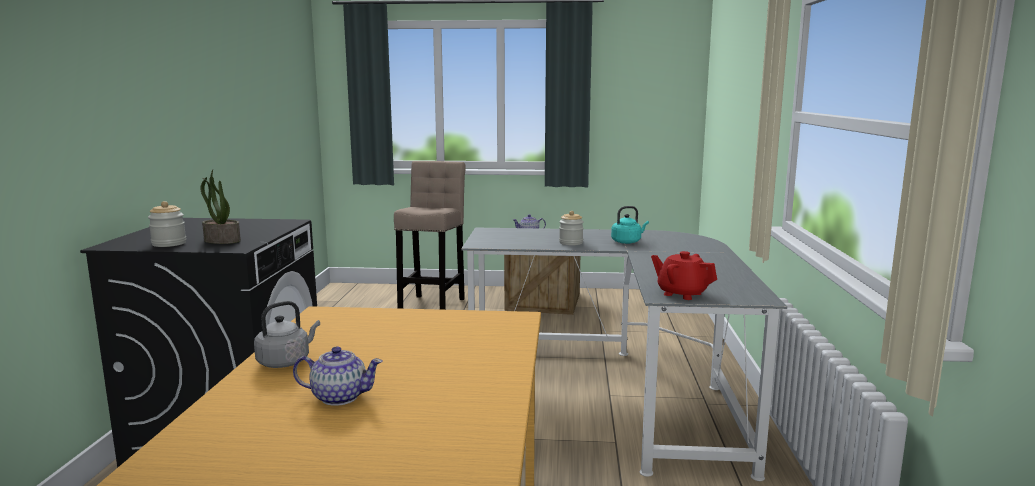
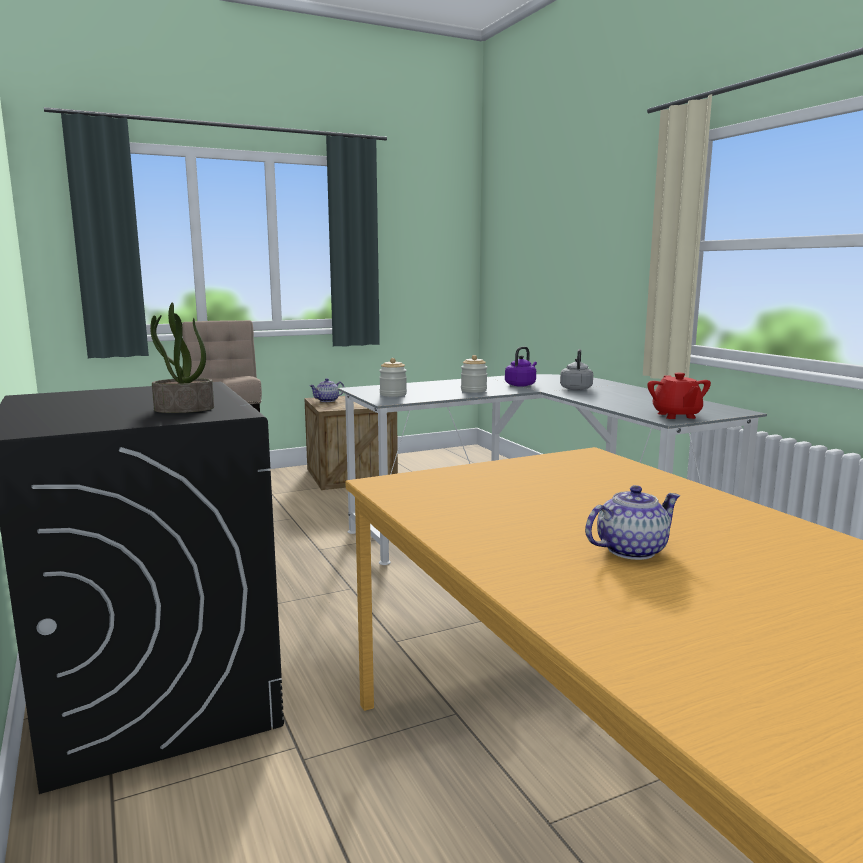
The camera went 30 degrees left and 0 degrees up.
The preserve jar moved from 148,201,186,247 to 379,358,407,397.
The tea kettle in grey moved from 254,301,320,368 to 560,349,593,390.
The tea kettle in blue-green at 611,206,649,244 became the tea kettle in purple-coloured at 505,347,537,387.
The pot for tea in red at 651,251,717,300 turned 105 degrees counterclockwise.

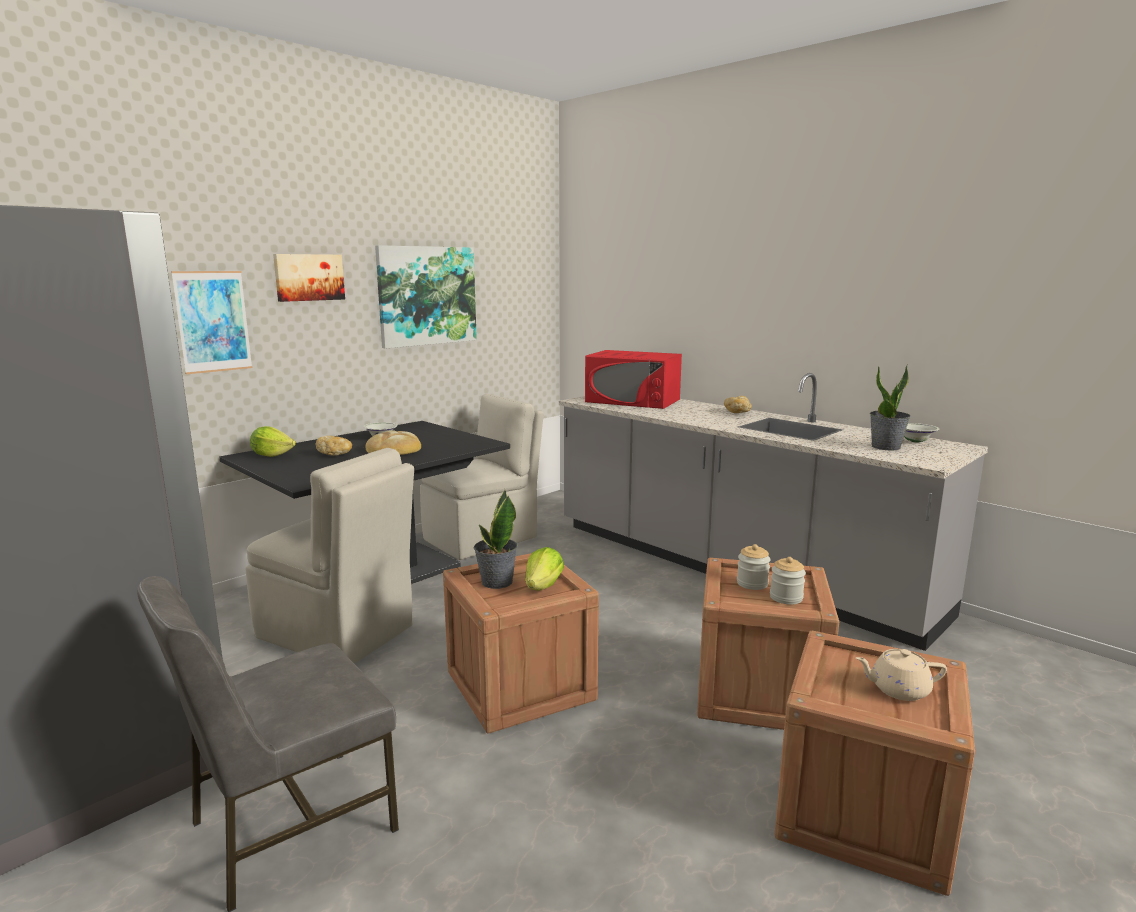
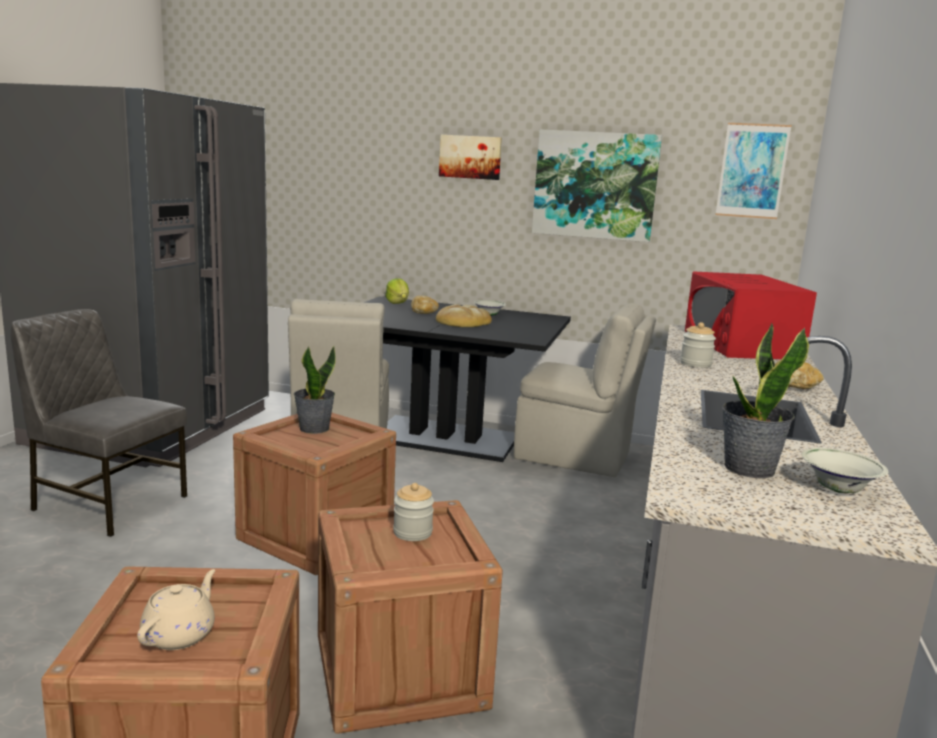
The camera went 60 degrees right and 0 degrees up.
The lettuce at 525,547,564,590 disappeared.
The wall picture moved from 171,271,253,374 to 715,123,792,219.
The preserve jar moved from 770,557,806,605 to 680,322,716,368.
The pot for tea in sand-coloured at 856,649,947,701 turned 45 degrees clockwise.

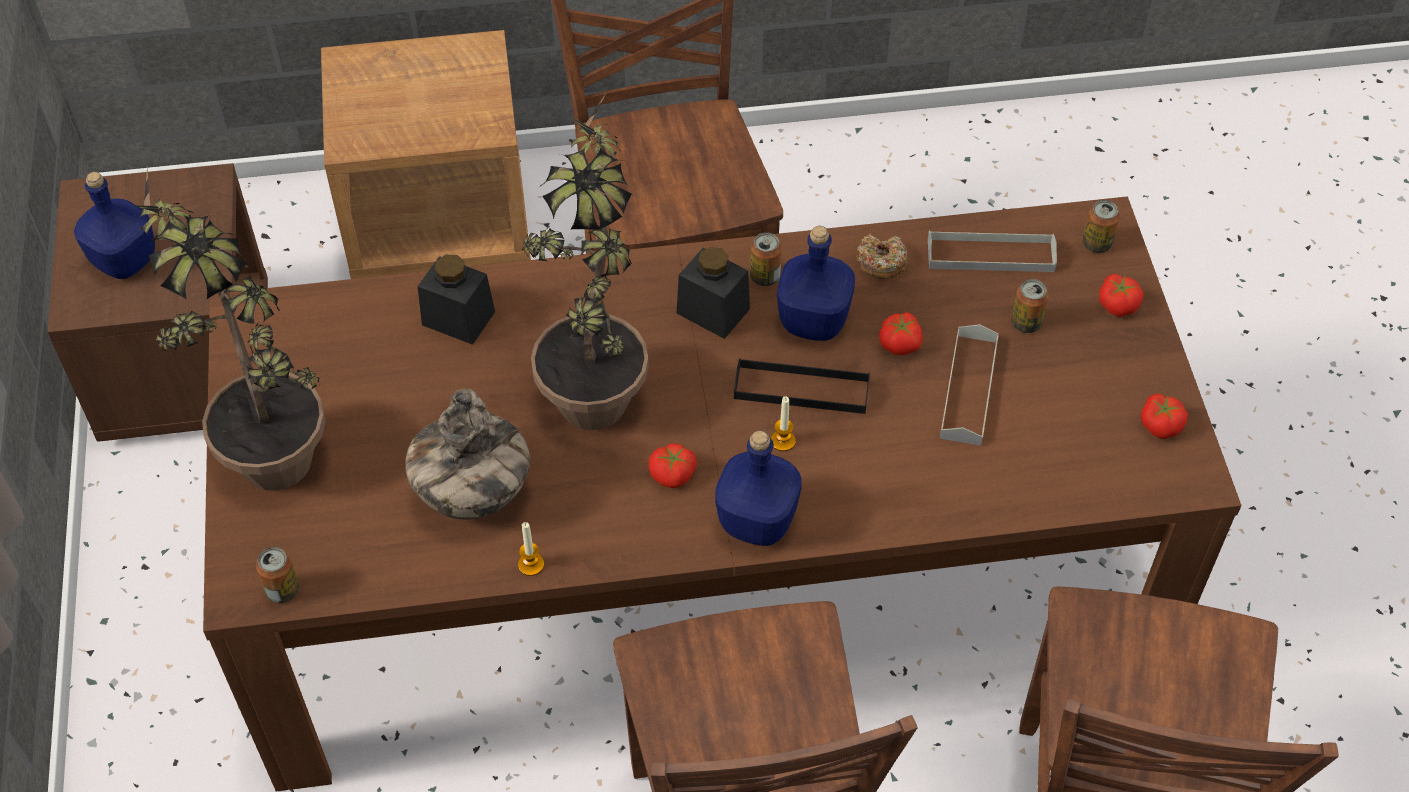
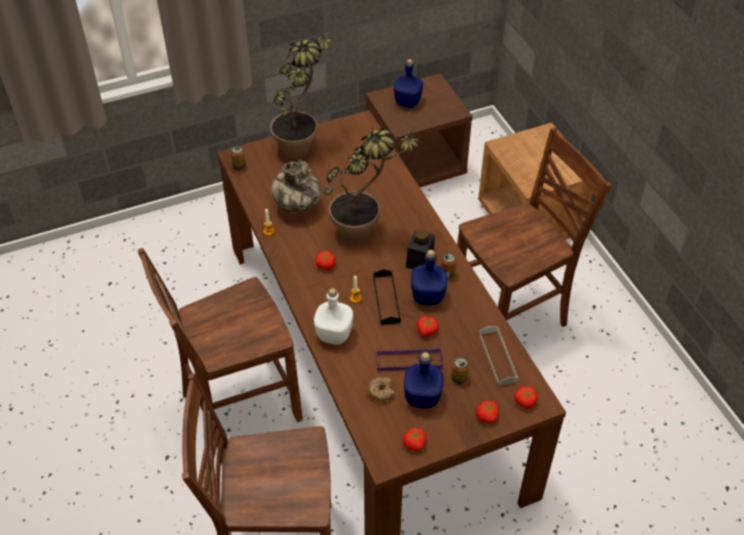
The camera went 75 degrees right and 5 degrees down.
The preserve jar in blackish at 417,255,495,345 disappeared.
The bottle in whitish at 314,288,353,345 appeared.
The bottle in blue moved from 715,431,802,546 to 404,352,444,408.
The donut moved from 856,234,907,279 to 367,377,394,403.
The can at 1082,200,1120,253 was replaced by the tomato at 514,386,538,409.
The tray in grey at 940,324,999,446 became the tray in purple-coloured at 376,348,443,371.

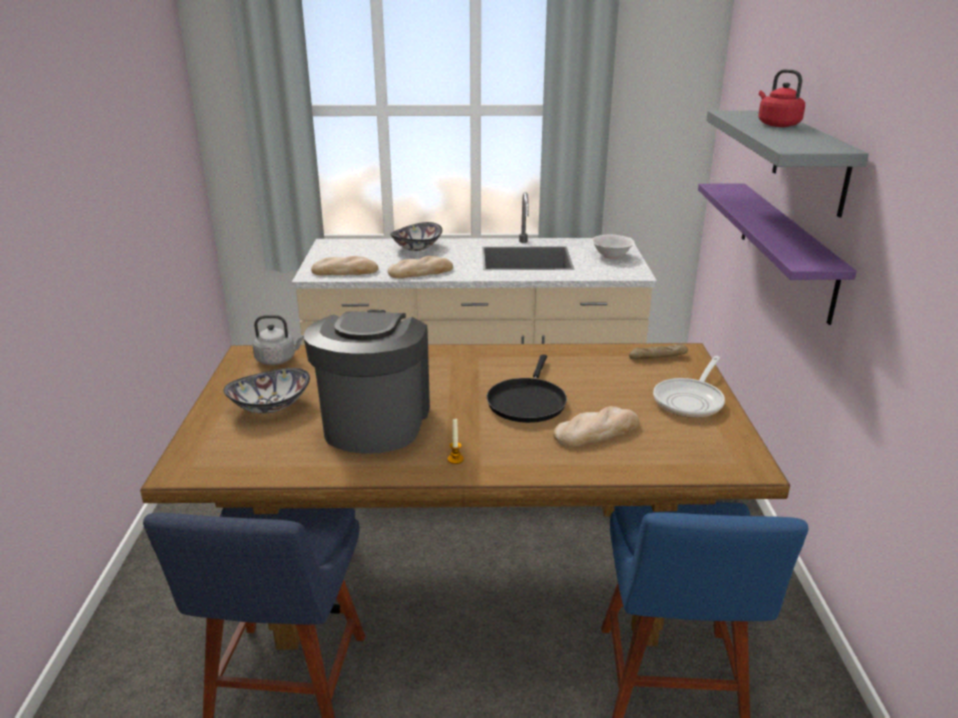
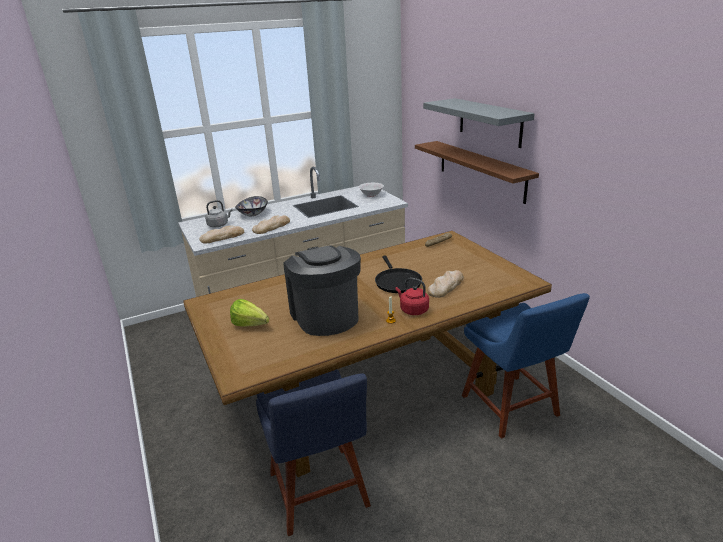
The camera went 25 degrees left and 0 degrees up.
The skillet at 653,356,725,418 disappeared.
The tea kettle in grey moved from 253,315,304,365 to 205,200,232,227.
The tea kettle in red moved from 758,69,805,127 to 395,278,429,315.
The serving bowl at 224,368,310,414 was replaced by the lettuce at 230,299,269,327.
The wall shelf in purple-coloured at 698,184,857,325 became the wall shelf in brownish at 415,141,539,204.

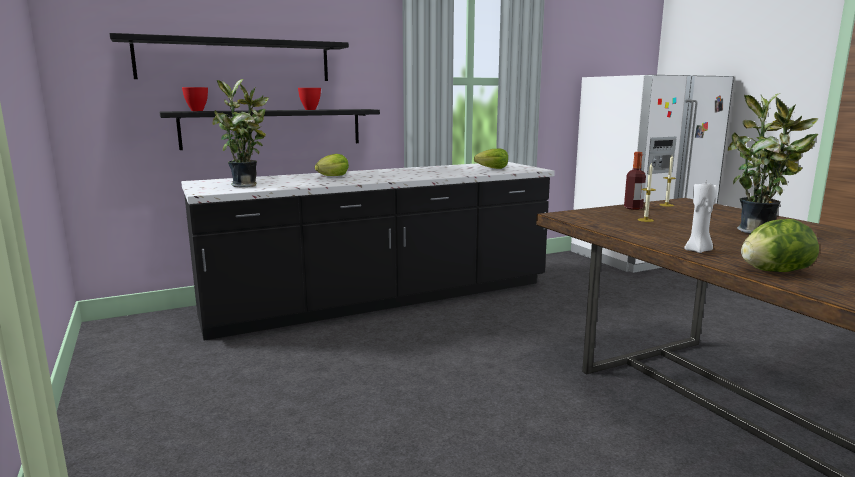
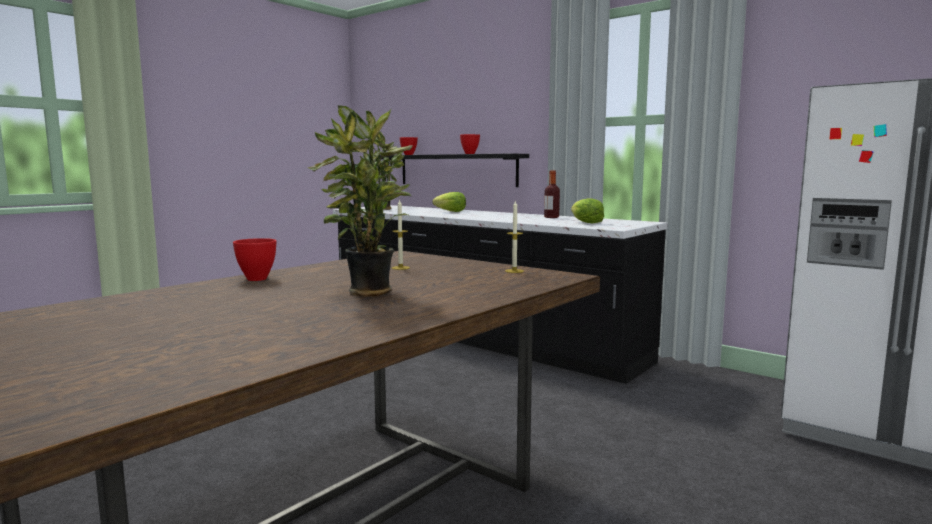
The camera went 65 degrees right and 5 degrees down.
The wall shelf in blackish at 109,33,349,81 disappeared.
The lettuce at 741,219,819,272 disappeared.
The bottle moved from 624,152,646,210 to 544,171,560,218.
The candle in whitish at 684,184,717,253 was replaced by the serving bowl in red at 233,238,277,281.

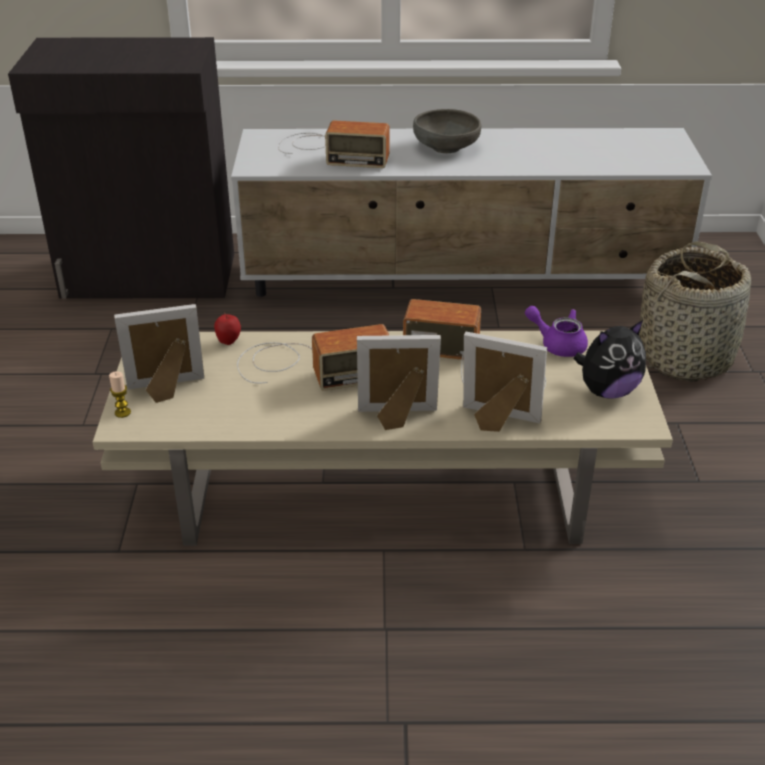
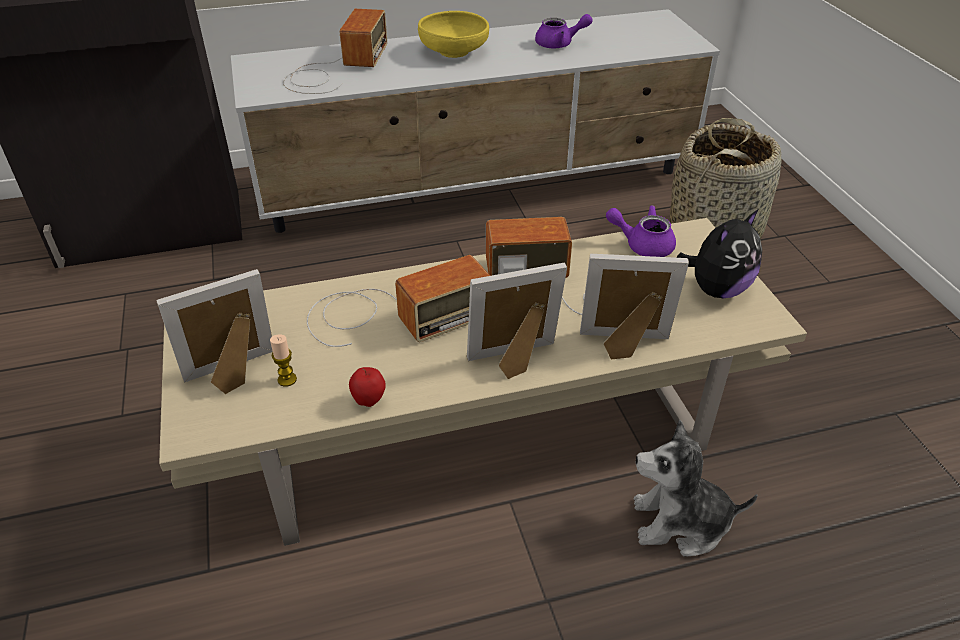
The camera went 15 degrees left and 5 degrees up.
The pot for tea in purple-coloured at 535,14,593,48 appeared.
The cuddly toy at 633,420,758,557 appeared.
The candle moved from 109,371,131,418 to 270,334,297,387.
The apple fruit moved from 214,312,241,345 to 349,367,386,407.
The serving bowl in grey at 413,109,481,153 became the serving bowl in yellow-coloured at 418,11,489,58.
The radio receiver at 278,121,390,168 turned 75 degrees counterclockwise.

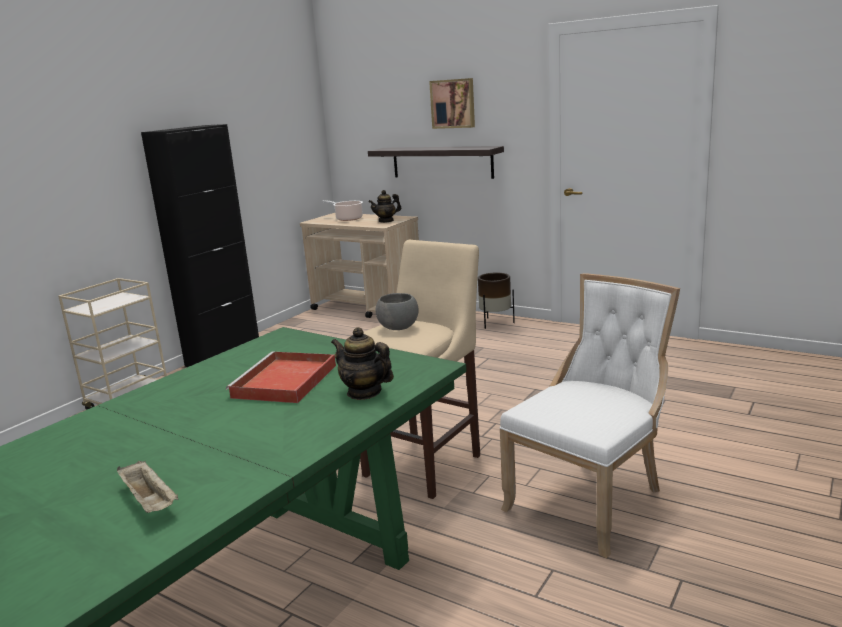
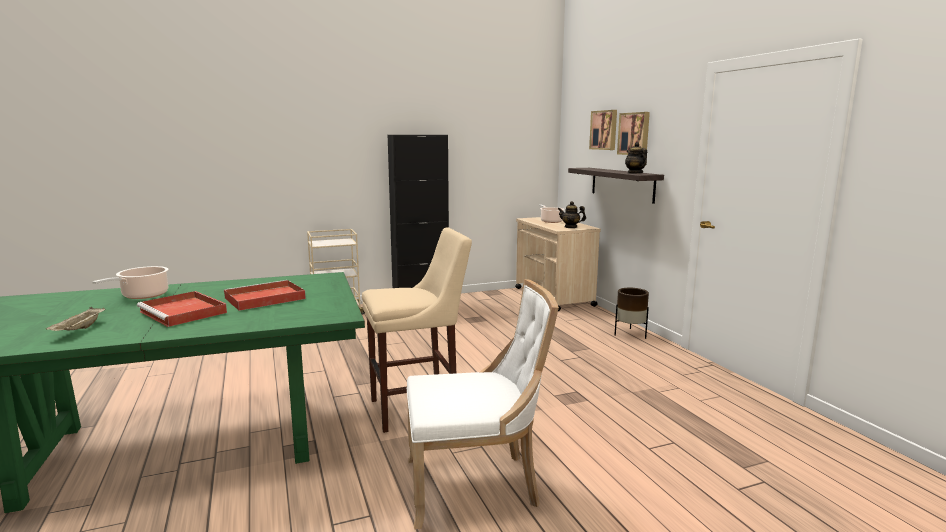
The camera went 35 degrees right and 5 degrees down.
The serving bowl in grey at 375,293,419,330 disappeared.
The stockpot at 92,266,169,299 appeared.
The tray in red at 137,291,227,327 appeared.
The wall picture at 589,110,617,150 appeared.
The pot for tea moved from 331,327,394,400 to 625,142,647,174.

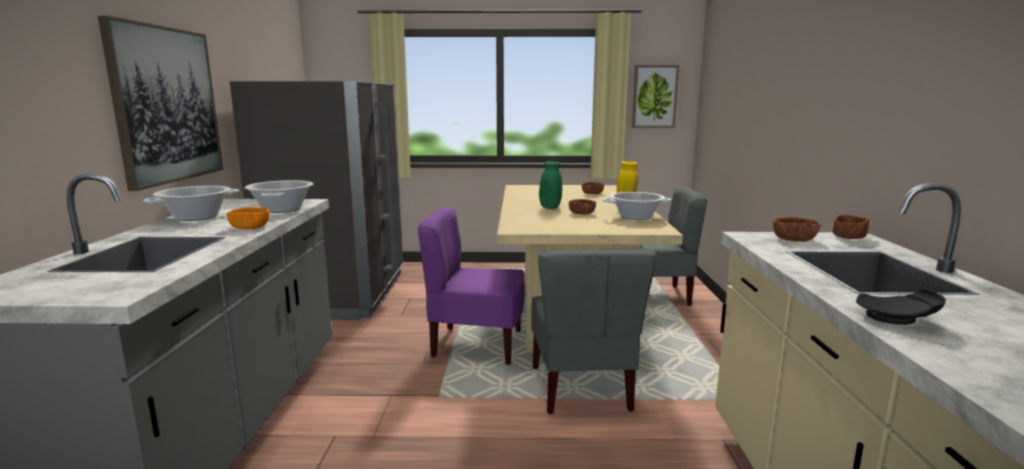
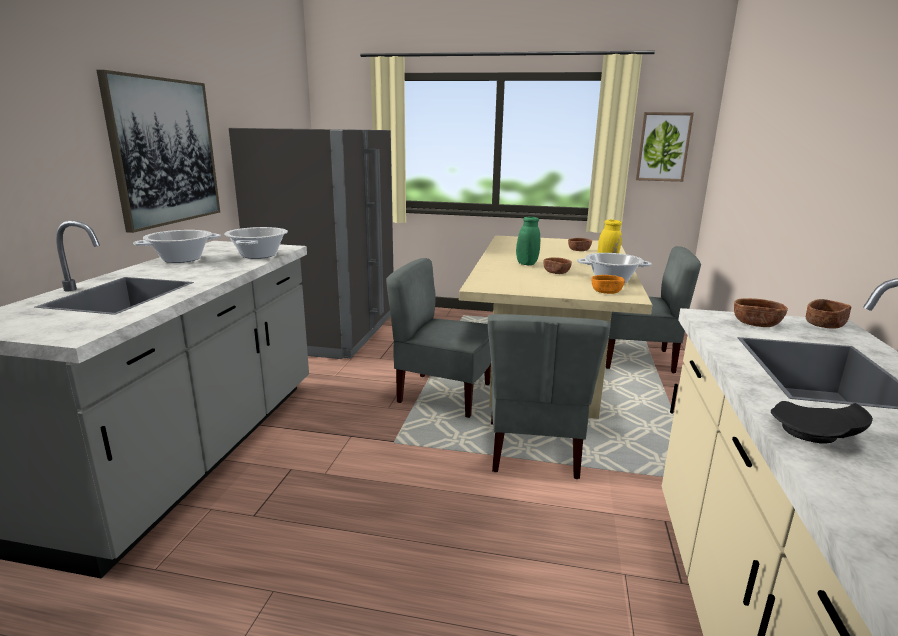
The camera went 10 degrees right and 5 degrees up.
The serving bowl in orange moved from 227,207,270,229 to 592,275,625,294.
The plain chair in purple-coloured at 418,207,525,365 became the plain chair in grey at 386,258,491,418.

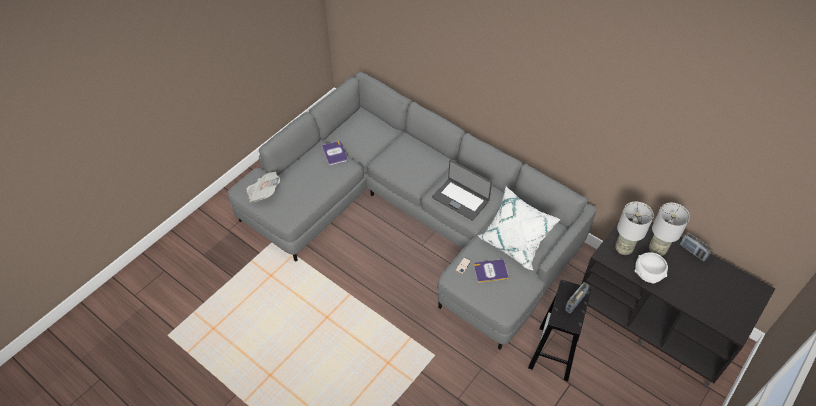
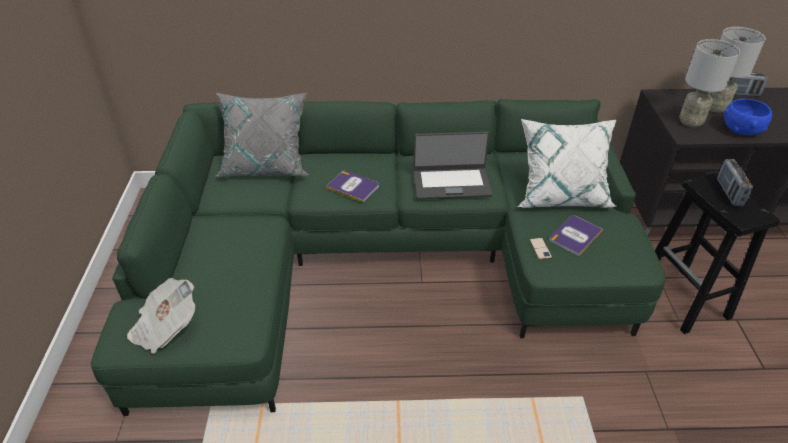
The camera went 40 degrees left and 10 degrees down.
The pillow in grey at 215,93,310,177 appeared.
The bound book moved from 322,141,348,166 to 326,171,379,203.
The couch in grey at 227,72,596,349 became the couch in green-coloured at 91,99,666,416.
The serving bowl in whitish at 635,252,668,284 became the serving bowl in blue at 724,99,772,135.

